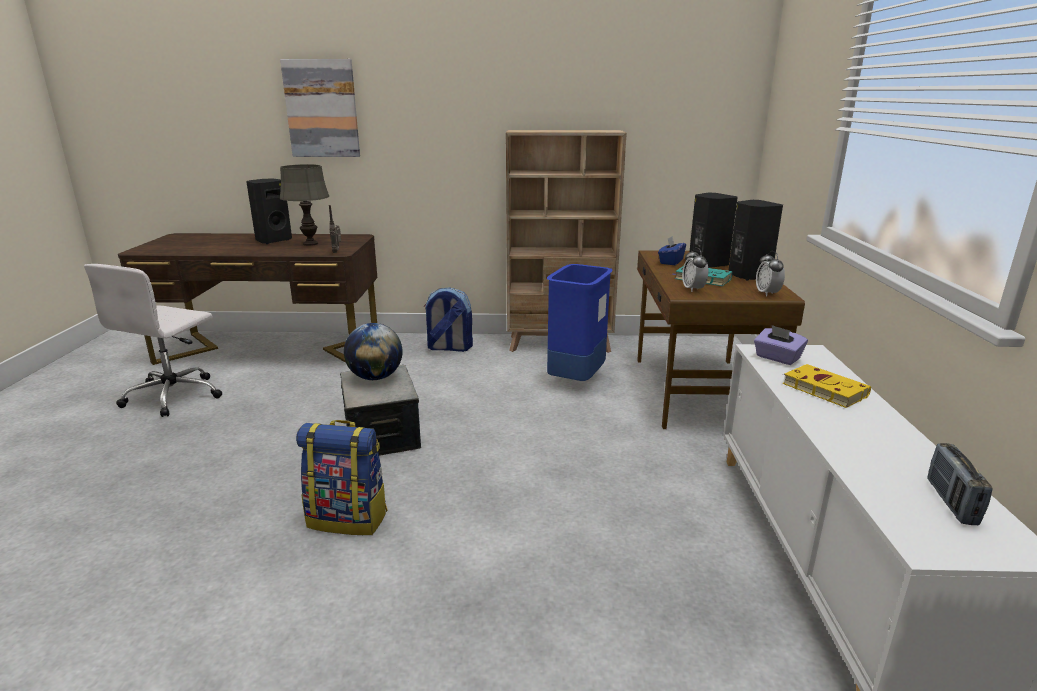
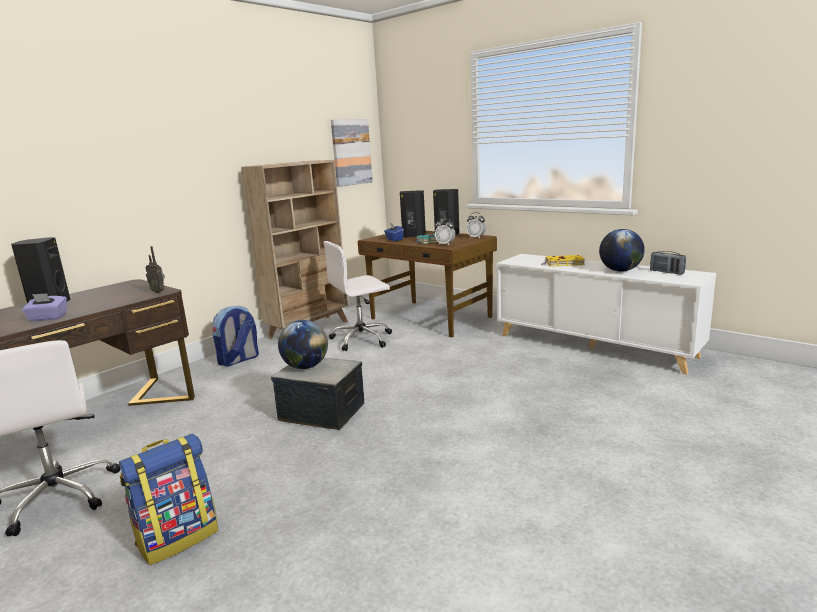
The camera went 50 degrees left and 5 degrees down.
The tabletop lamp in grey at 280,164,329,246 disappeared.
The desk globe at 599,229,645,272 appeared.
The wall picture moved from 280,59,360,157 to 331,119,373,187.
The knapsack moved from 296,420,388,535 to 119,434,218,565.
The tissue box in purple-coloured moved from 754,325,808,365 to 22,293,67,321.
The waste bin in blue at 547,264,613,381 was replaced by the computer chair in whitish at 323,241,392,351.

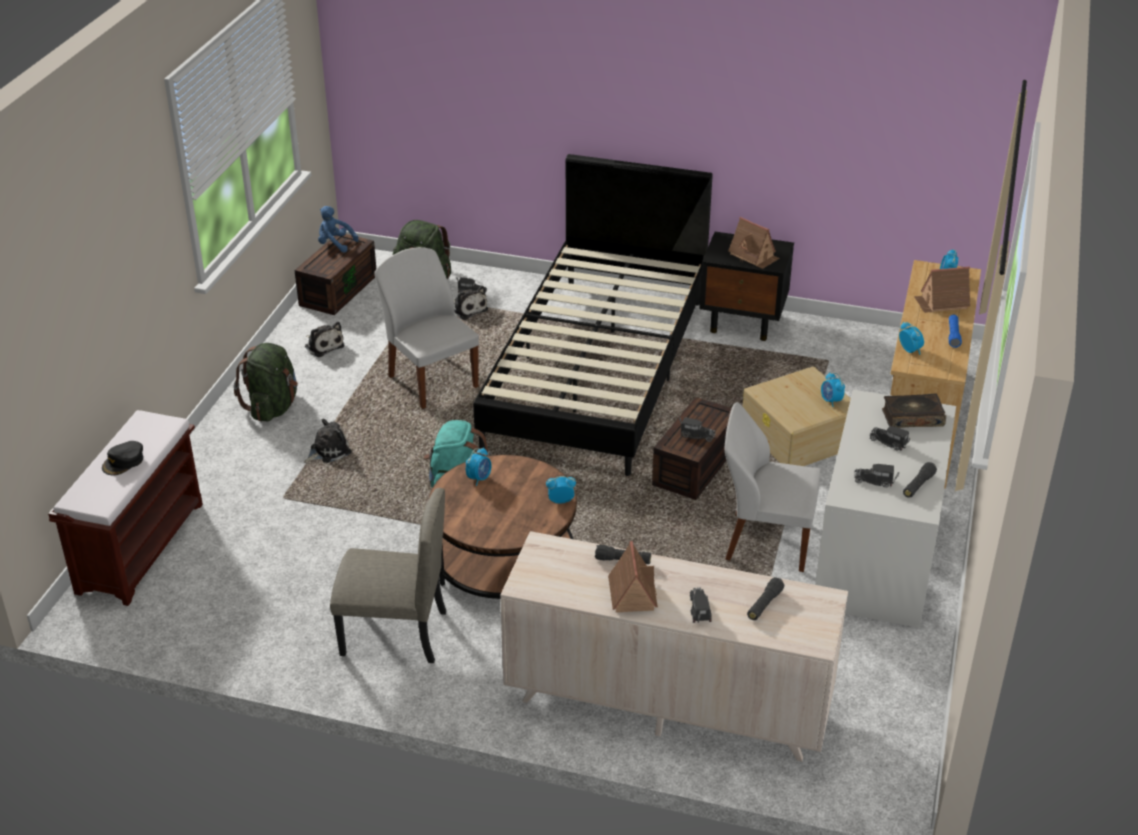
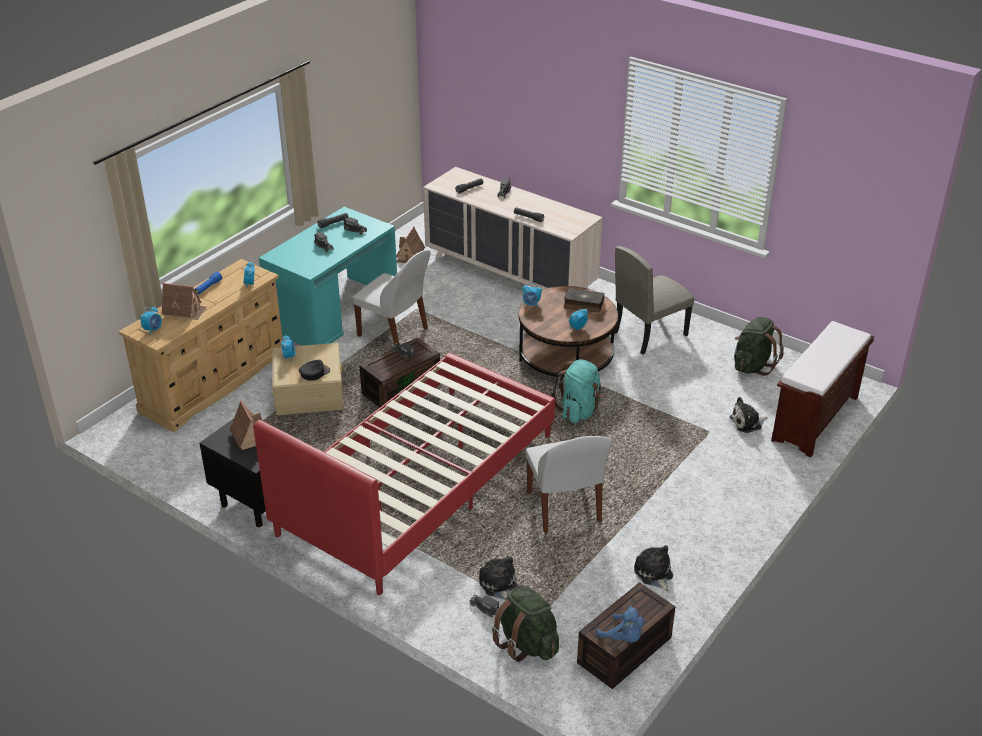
The camera went 160 degrees left and 0 degrees up.
The baseball cap in blackish moved from 102,441,143,476 to 299,360,330,381.
The knapsack in green-coloured moved from 234,343,298,421 to 734,317,784,376.
The cuddly toy moved from 304,419,352,463 to 730,397,768,433.
The model house moved from 608,541,658,612 to 396,226,425,263.
The bound book moved from 882,394,946,428 to 564,288,604,313.
The bedroom bed in blackish at 473,154,713,476 became the bedroom bed in red at 253,353,555,595.
The desk table in whitish at 815,390,956,628 became the desk table in blue-green at 259,207,397,346.
The plain chair in sand-coloured at 330,488,447,663 turned 60 degrees counterclockwise.

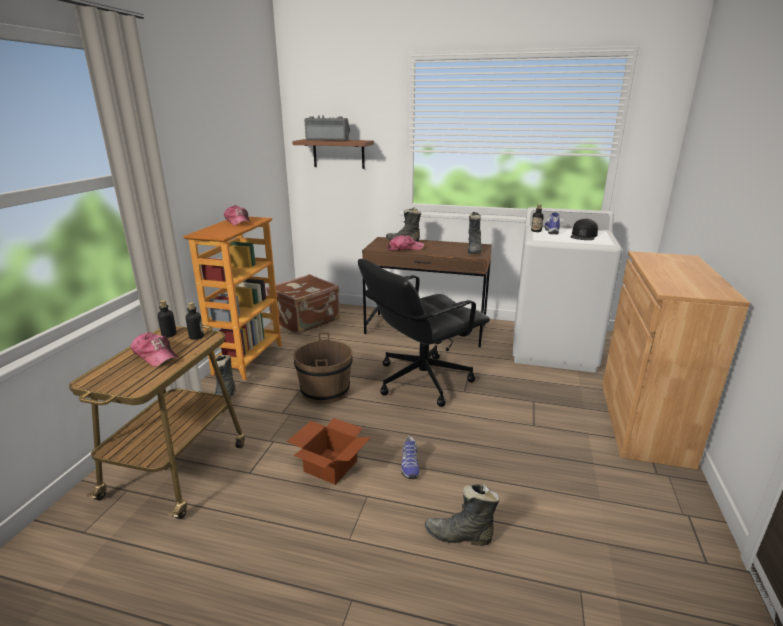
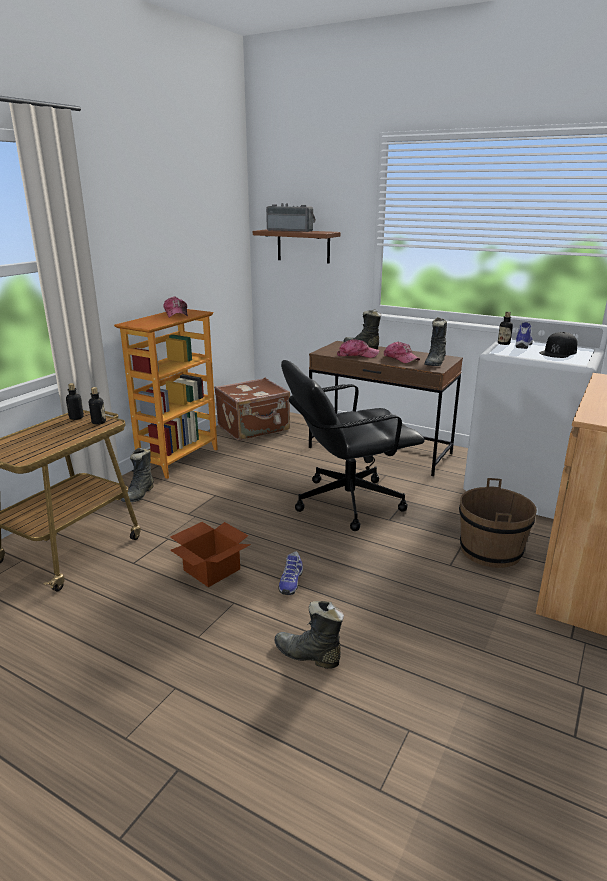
The camera went 15 degrees right and 0 degrees up.
The baseball cap moved from 131,332,179,367 to 384,341,420,363.
The pail in brownish moved from 293,333,353,404 to 459,478,537,568.

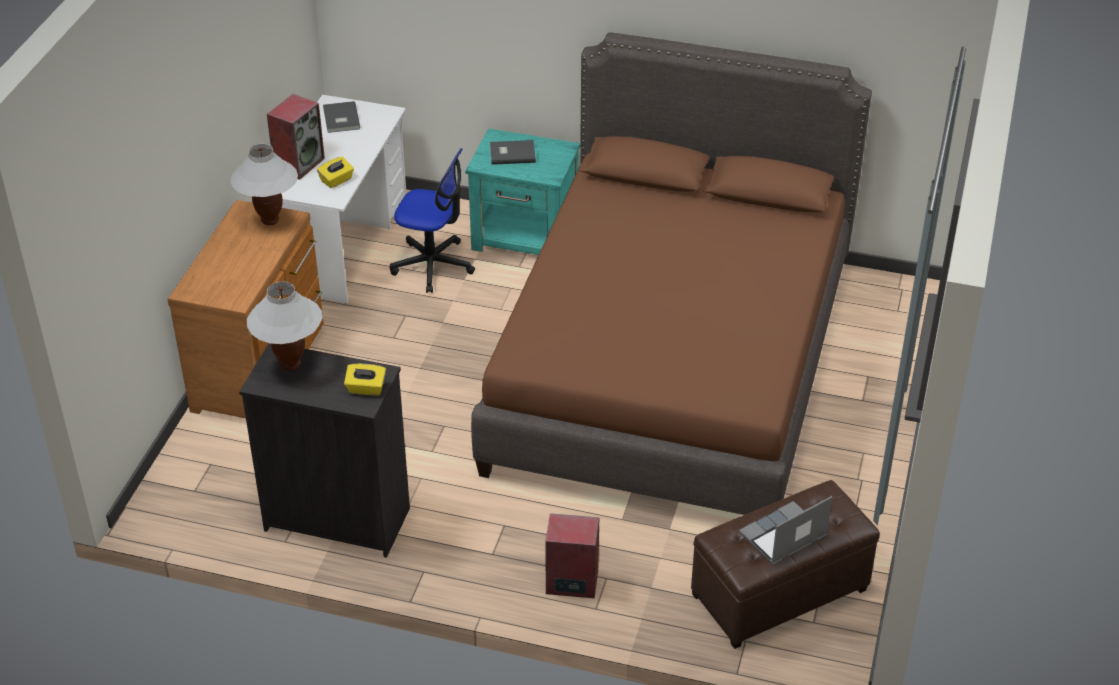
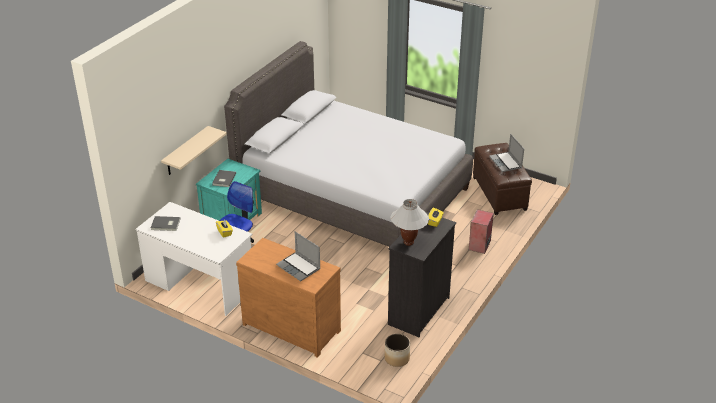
The camera went 75 degrees left and 5 degrees down.
The tabletop lamp in whitish at 231,144,298,225 disappeared.
The audio speaker at 267,94,325,180 disappeared.
The wall shelf in sand-coloured at 161,126,227,175 appeared.
The portable computer at 276,232,321,281 appeared.
The planter at 385,334,410,367 appeared.
The bedroom bed in brownish at 471,32,872,515 became the bedroom bed in grey at 224,41,473,247.

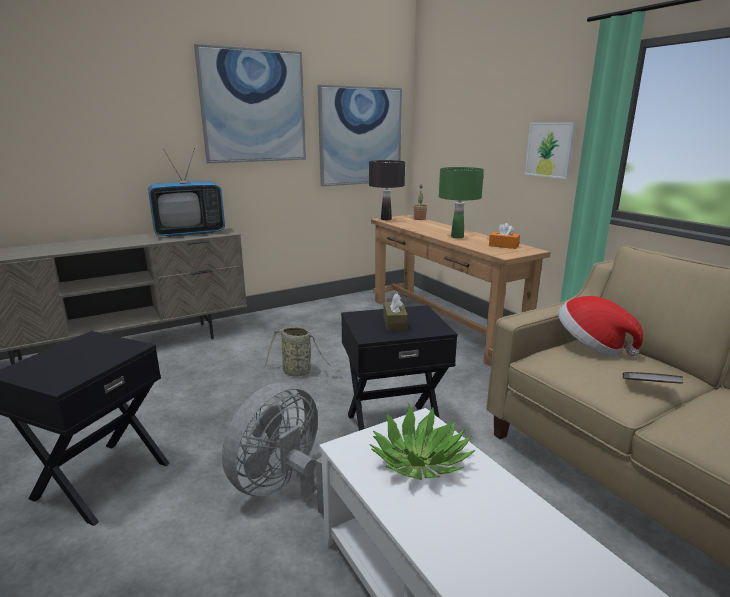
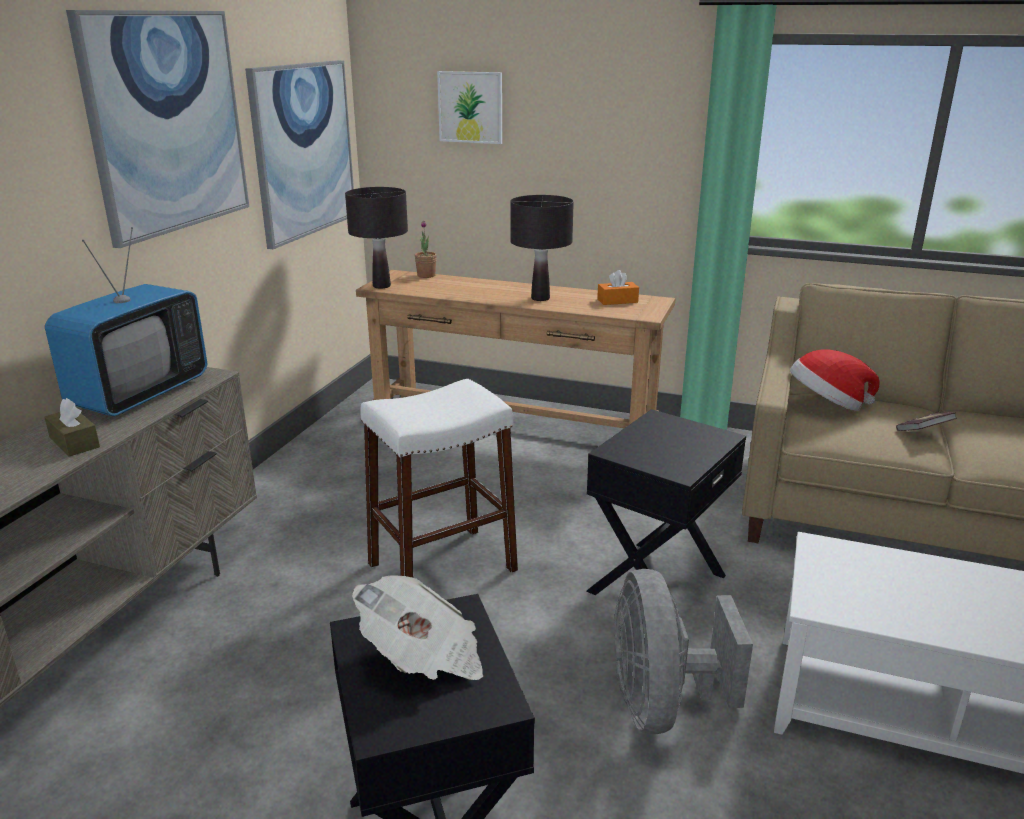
The camera went 40 degrees left and 5 degrees up.
The plant in a pot at 369,403,476,480 disappeared.
The newspaper at 352,575,483,680 appeared.
The tissue box in brownish moved from 383,293,408,331 to 45,398,100,457.
The wall picture moved from 525,122,576,179 to 437,71,502,144.
The household basket at 264,327,340,377 was replaced by the stool in whitish at 360,379,518,577.
The tabletop lamp in green-coloured at 439,167,484,238 became the tabletop lamp in blackish at 510,195,574,301.

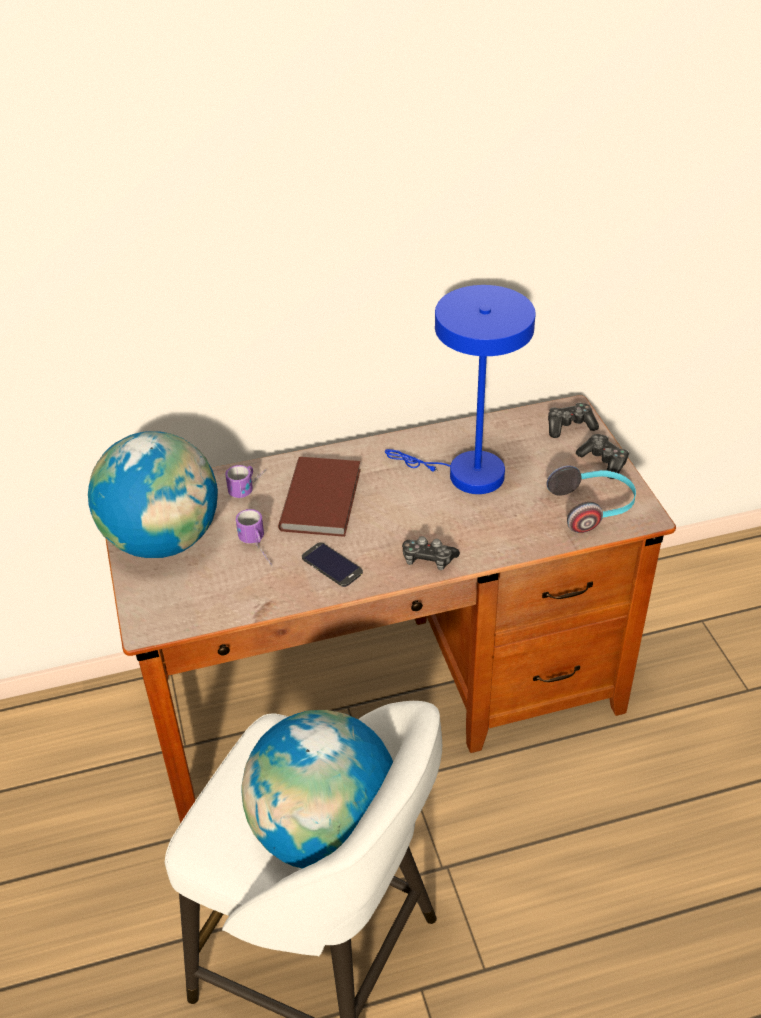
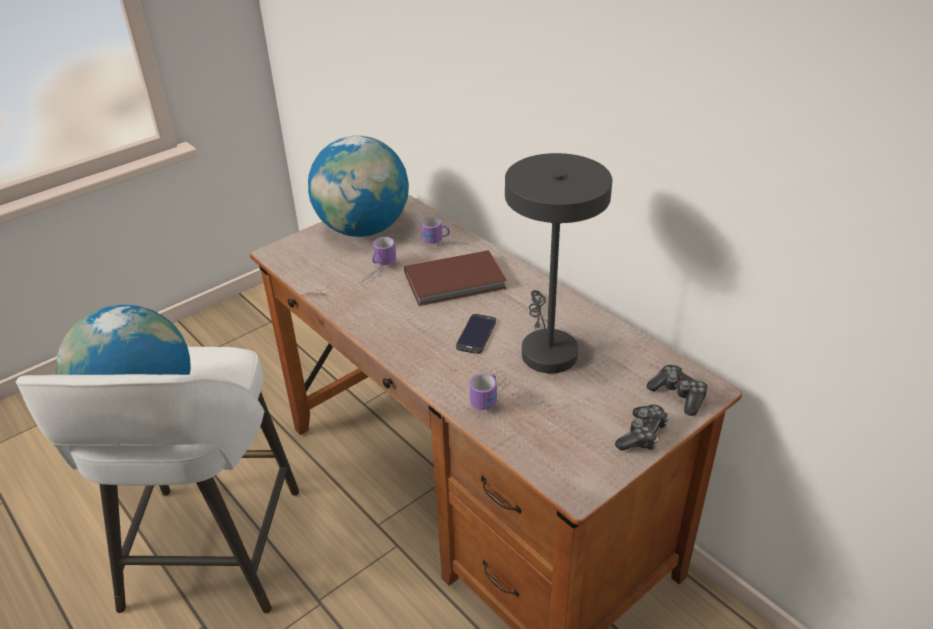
The camera went 65 degrees right and 5 degrees down.
The gamepad at 402,536,460,570 disappeared.
The headset at 547,465,636,533 disappeared.
The tea mug at 469,374,506,410 appeared.
The telephone moved from 302,542,363,587 to 456,314,496,354.
The tabletop lamp in blue at 385,285,536,494 became the tabletop lamp in grey at 505,153,612,373.

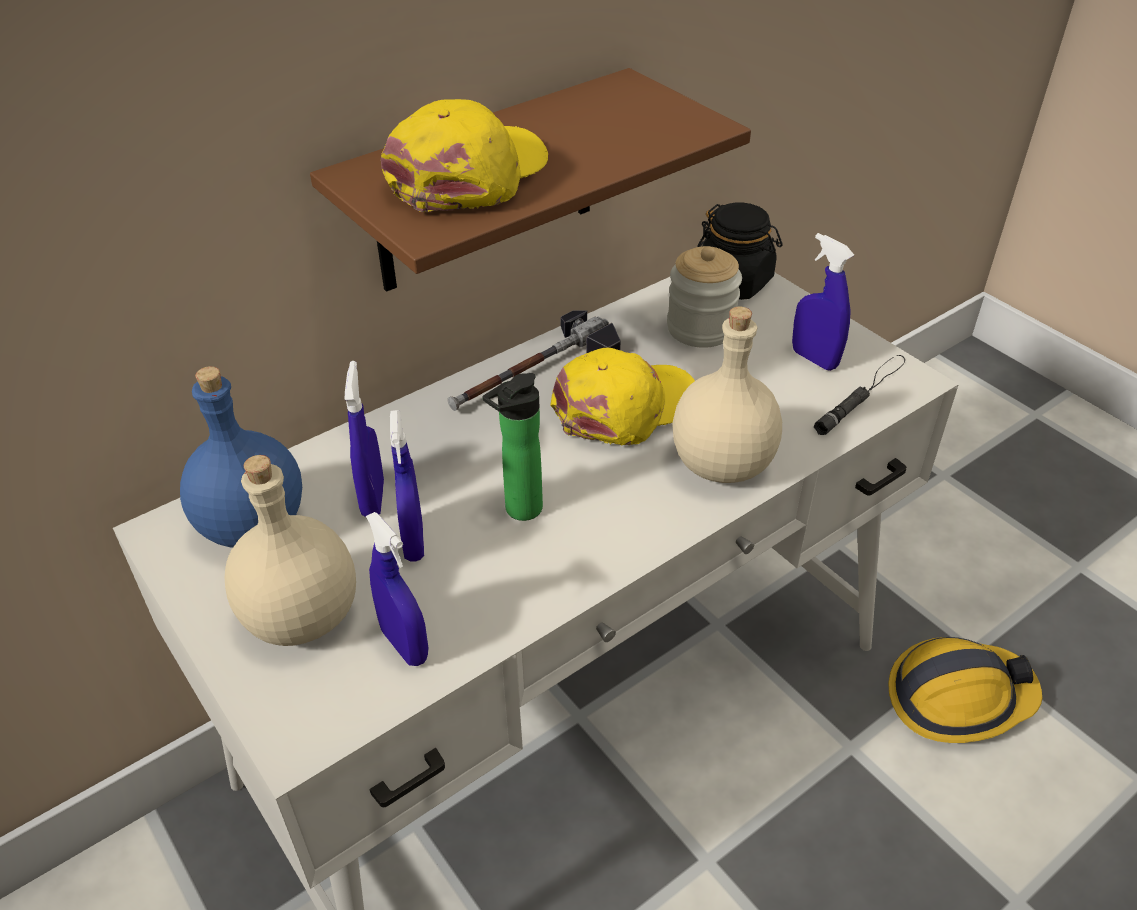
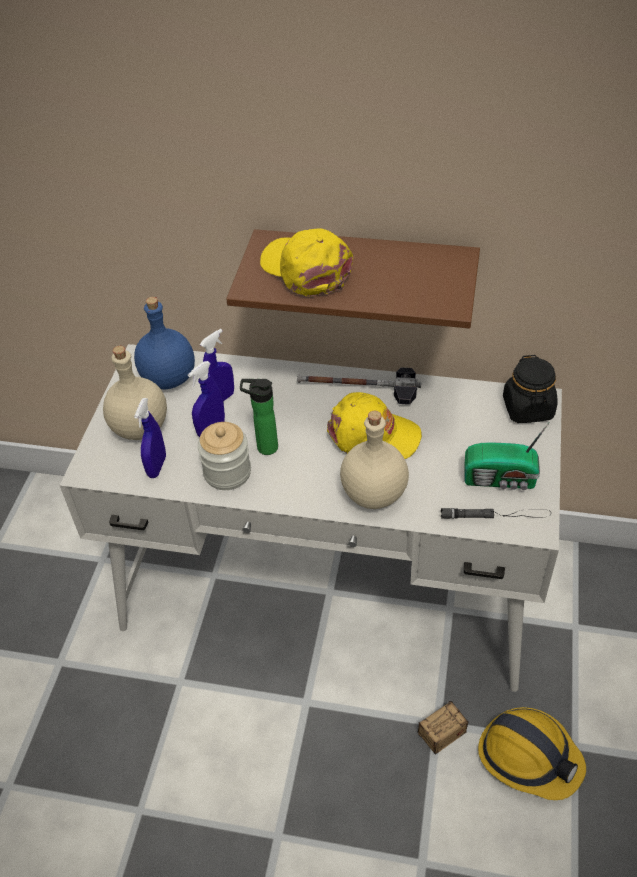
The camera went 50 degrees right and 5 degrees up.
The storage bin at 390,701,468,754 appeared.
The preserve jar moved from 667,246,742,348 to 198,422,251,490.
The spray bottle in blue at 792,233,854,371 was replaced by the radio receiver at 464,422,550,490.
The baseball cap in yellow-coloured at 381,99,548,212 turned 120 degrees counterclockwise.

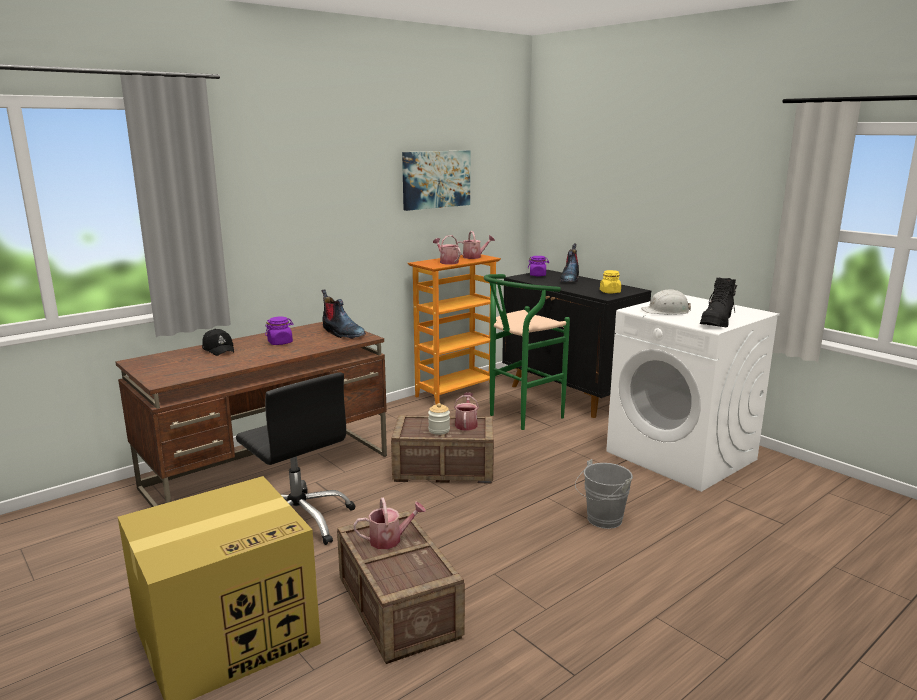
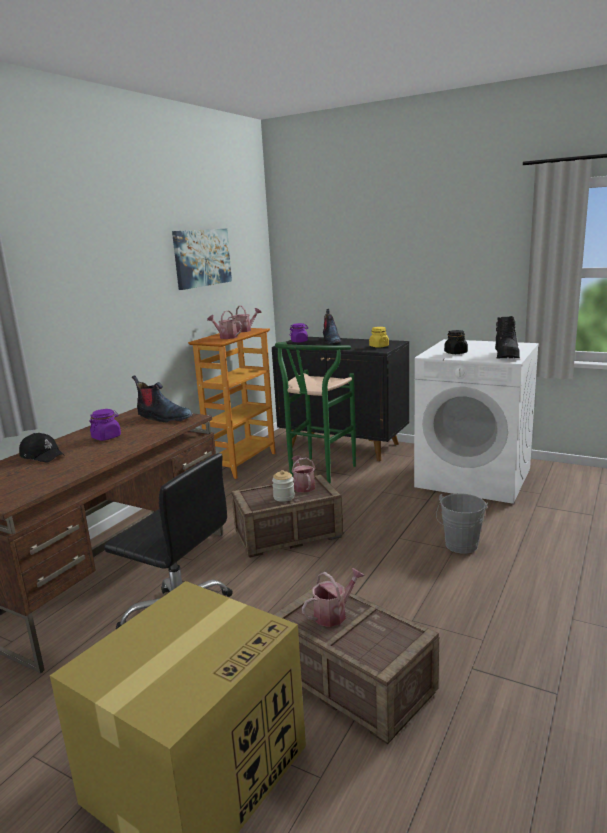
The camera went 20 degrees left and 0 degrees up.
The safety helmet in whitish at 641,289,691,315 was replaced by the preserve jar in blackish at 444,330,468,354.

